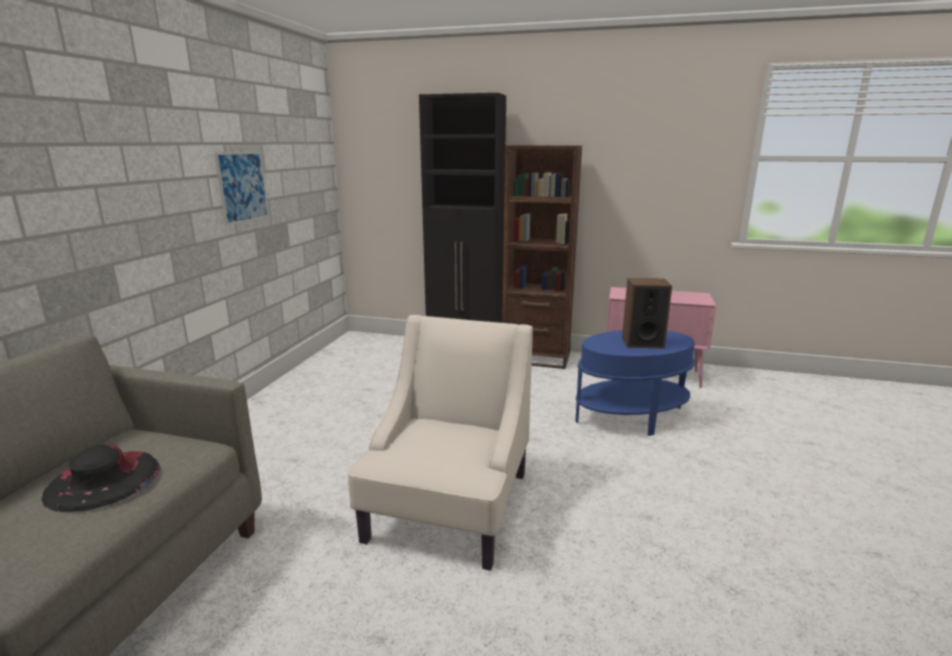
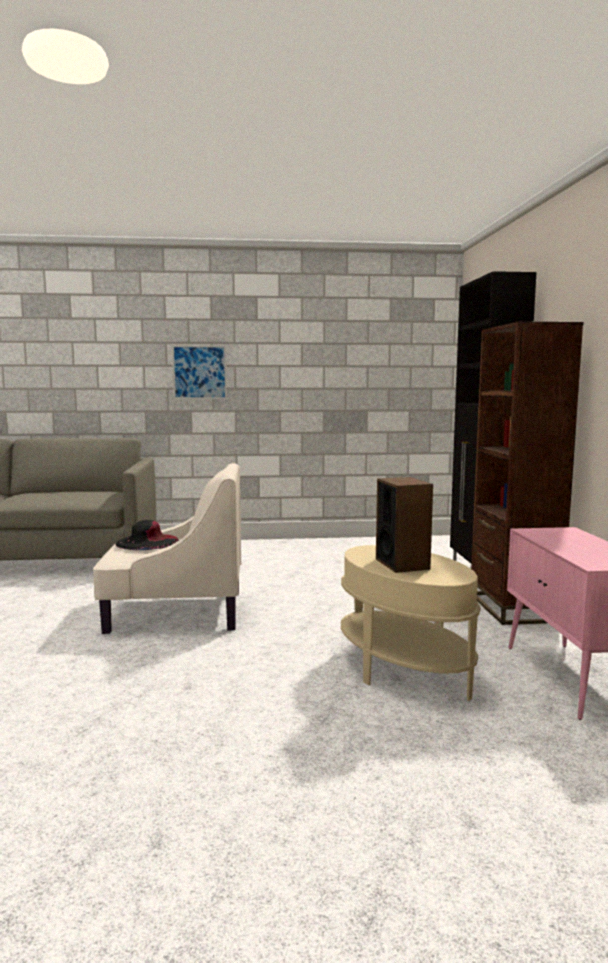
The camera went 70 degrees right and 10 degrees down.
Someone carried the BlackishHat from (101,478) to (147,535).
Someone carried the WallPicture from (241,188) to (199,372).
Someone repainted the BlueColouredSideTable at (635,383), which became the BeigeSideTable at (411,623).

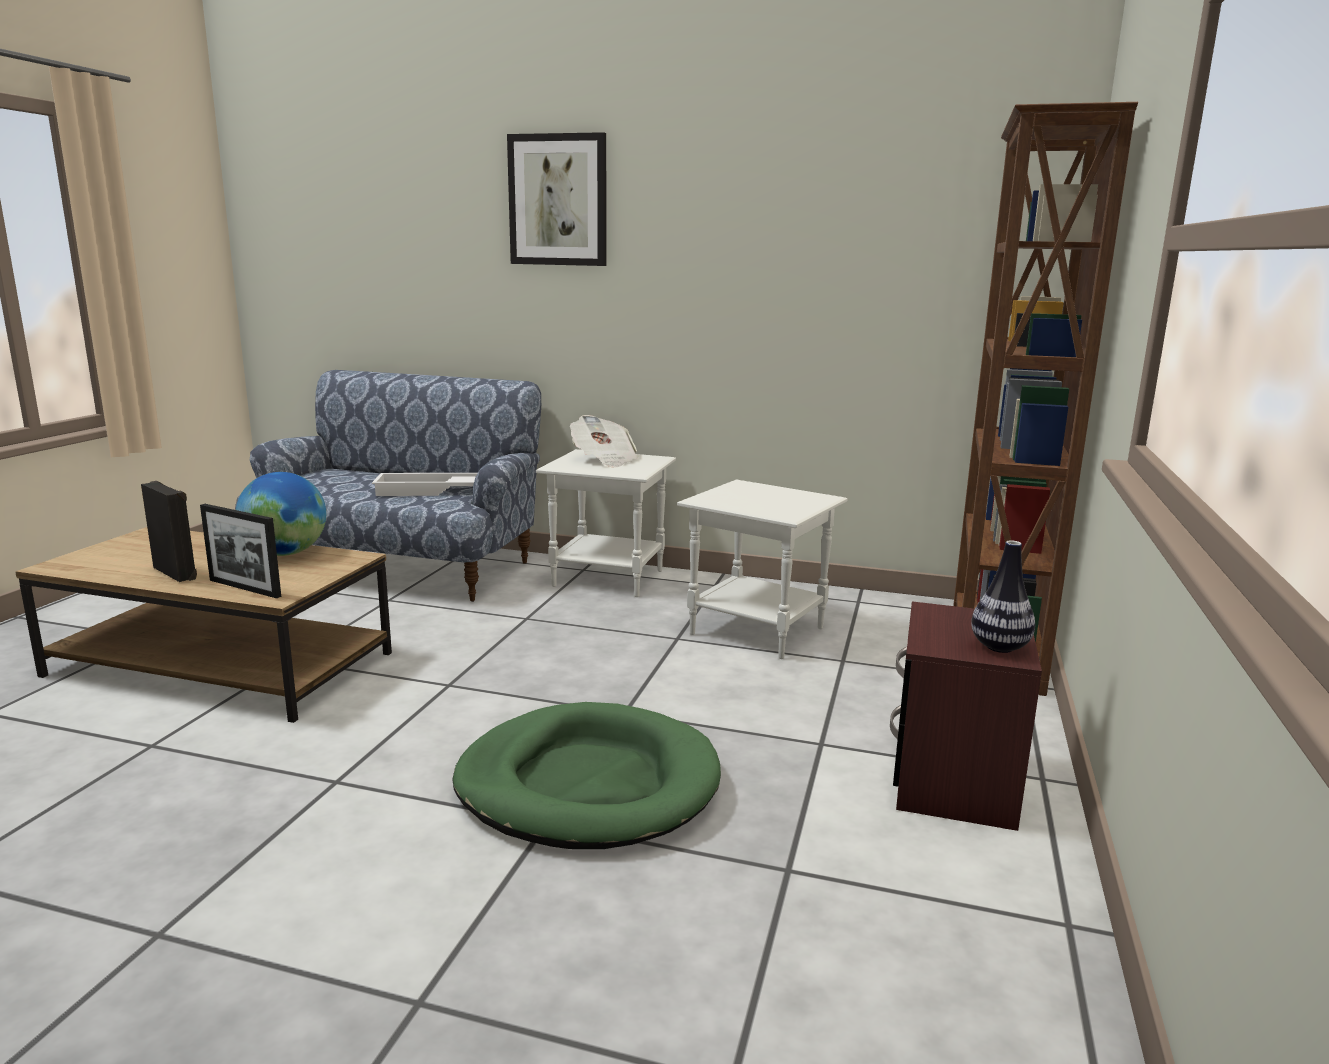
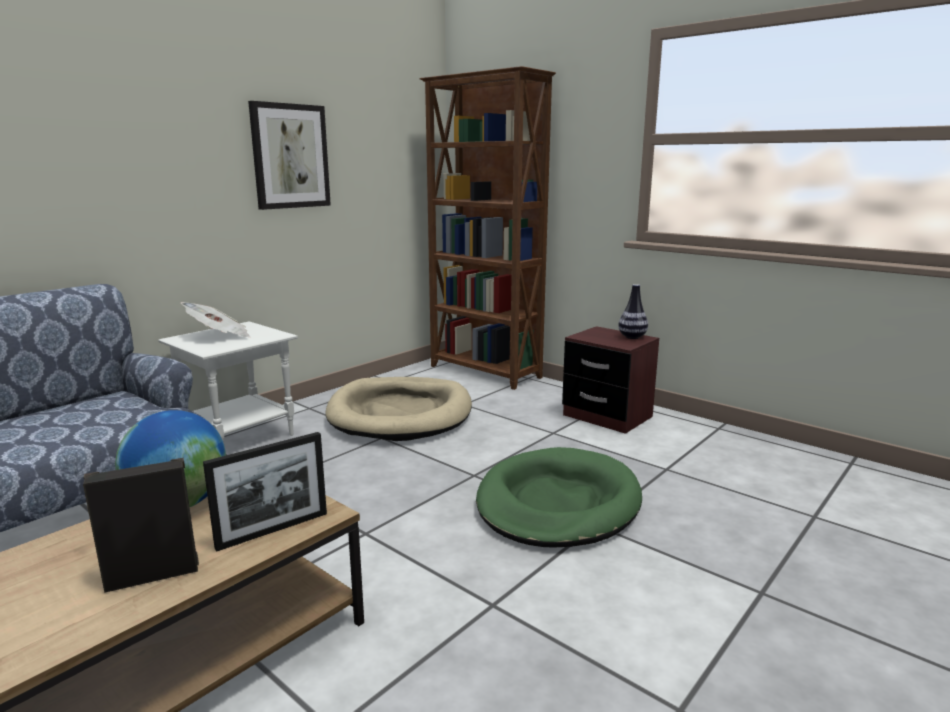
The camera went 65 degrees left and 0 degrees up.
Someone took away the WhiteColouredTray at (424,484).
Someone carried the WallPicture from (556,199) to (289,155).
Someone swapped the WhiteColouredSideTable at (762,569) for the BeigeDogCushion at (398,409).

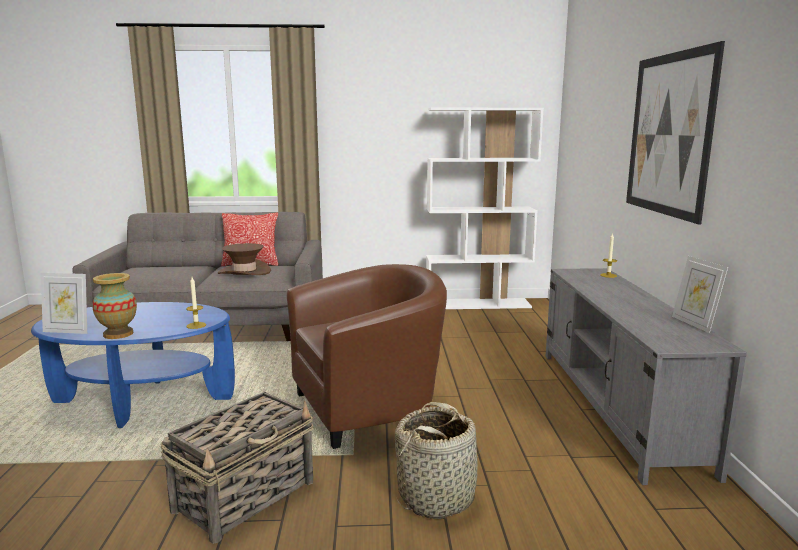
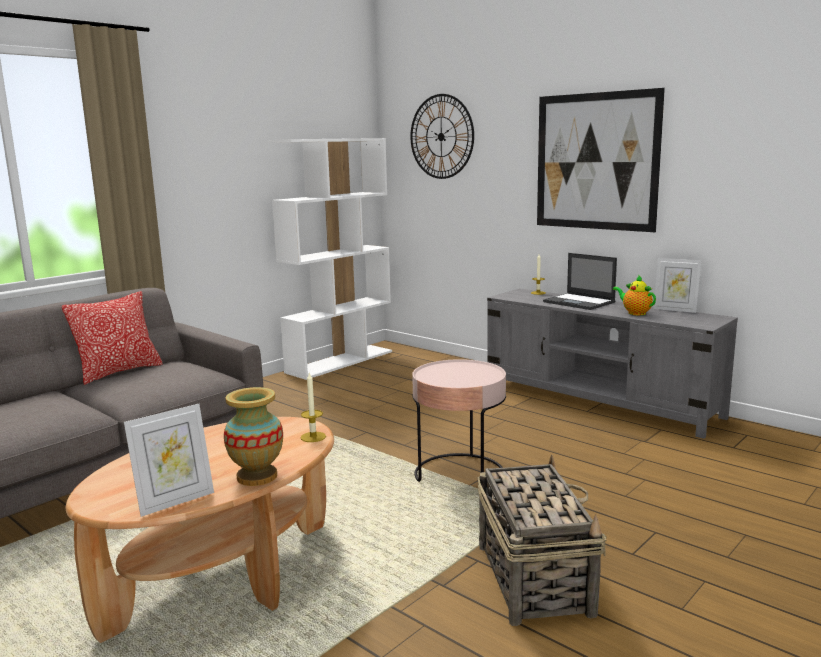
The camera went 45 degrees left and 0 degrees up.
Someone repainted the BlueColouredCoffeeTable at (133,365), which became the BrownCoffeeTable at (200,530).
Someone took away the BrownHat at (244,259).
Someone swapped the BrownLoungeChair at (367,356) for the PinkSideTable at (459,420).
Someone took away the Basket at (438,460).
Someone put up the ClockOnTheWall at (442,136).
Someone put down the PortableComputer at (580,281).
Someone put down the Teapot at (634,295).

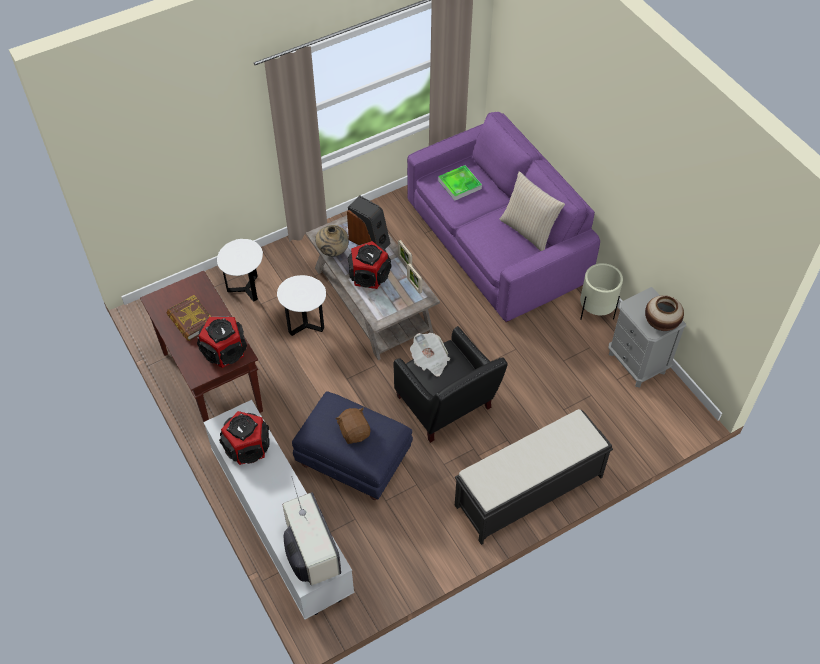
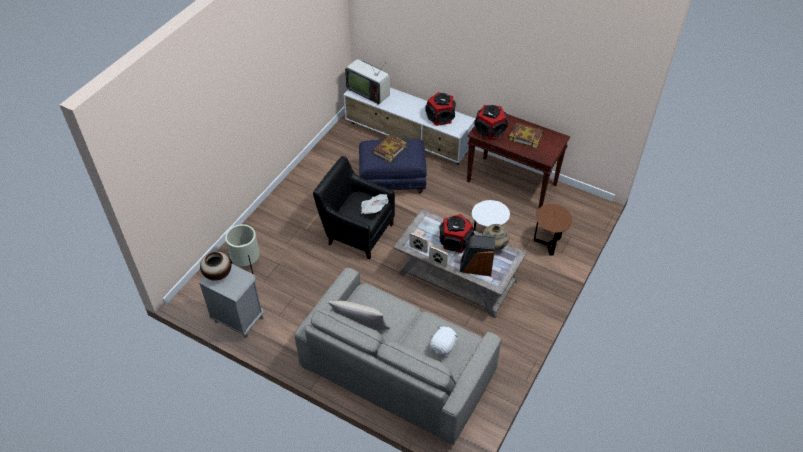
The camera went 150 degrees right and 5 degrees down.
Someone repainted the WhiteColouredSideTable at (240,270), which became the BrownSideTable at (553,230).
Someone swapped the BrownSoftToy at (352,426) for the BoundBook at (389,148).
Someone repainted the PurpleCouch at (503,217), which became the GrayCouch at (398,356).
Someone swapped the Tray at (460,182) for the WhiteColouredSoftToy at (444,340).
Someone took away the BlackishBench at (534,477).
Someone carried the BeigeFlowerPot from (601,291) to (242,249).

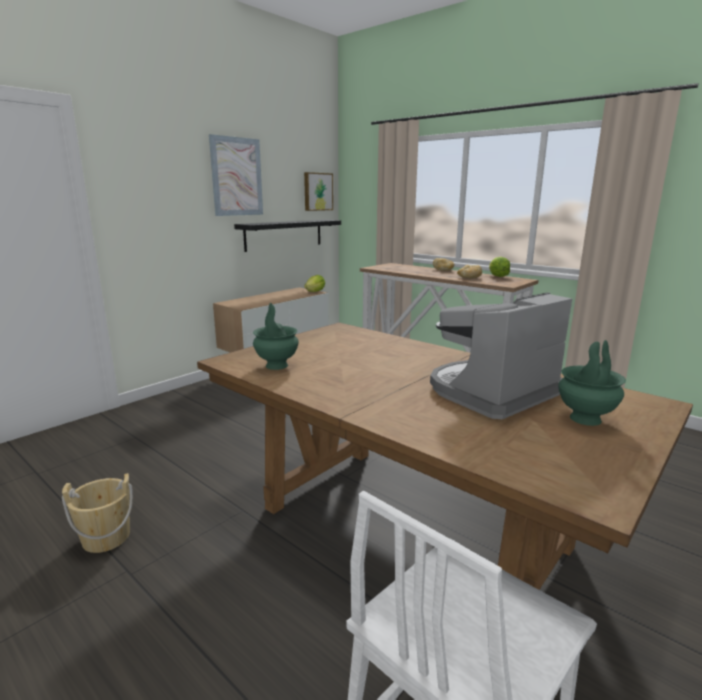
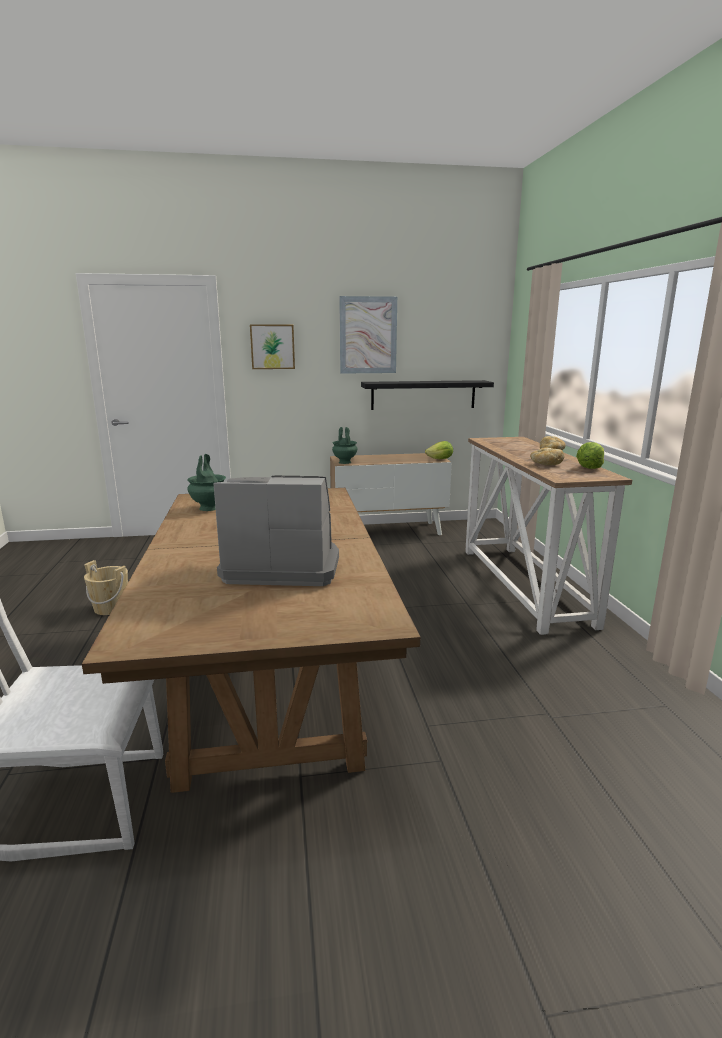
The camera went 40 degrees right and 0 degrees up.
Someone carried the WallPicture from (318,191) to (272,346).
Someone carried the GreenColouredFlowerVase from (592,383) to (344,445).

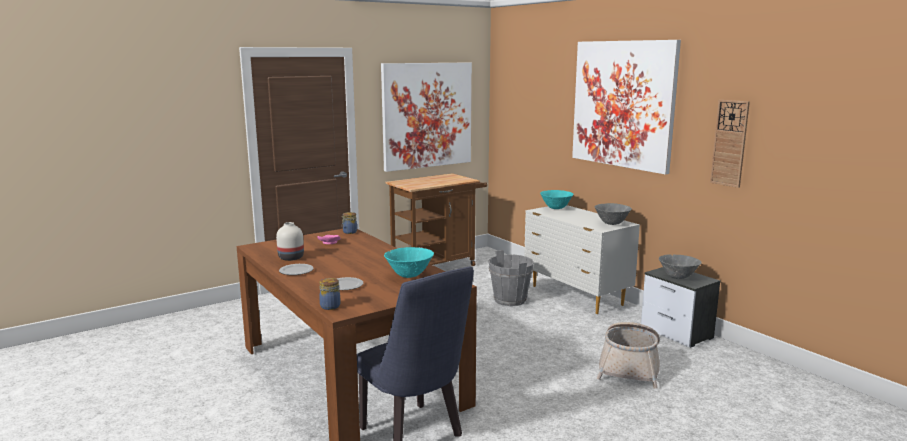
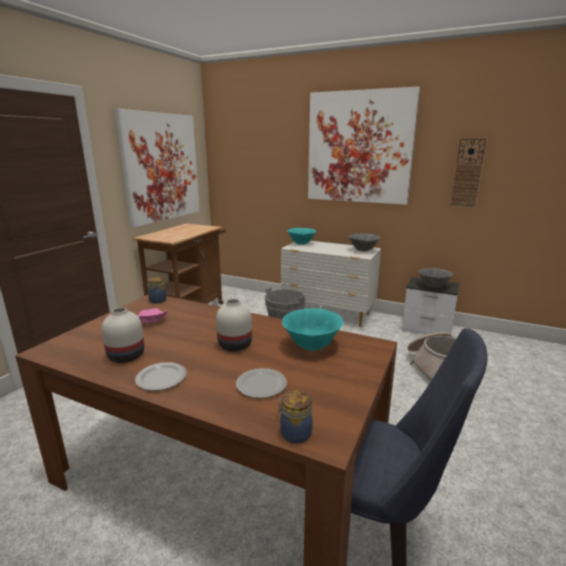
The camera went 30 degrees left and 5 degrees up.
Someone put down the WhiteColouredFlowerVase at (234,325).

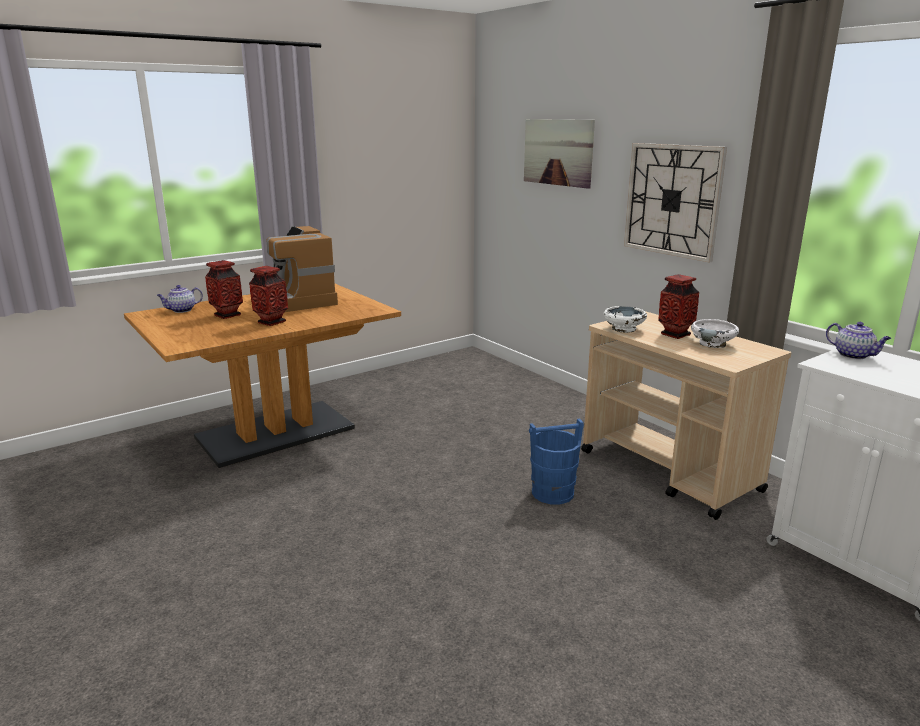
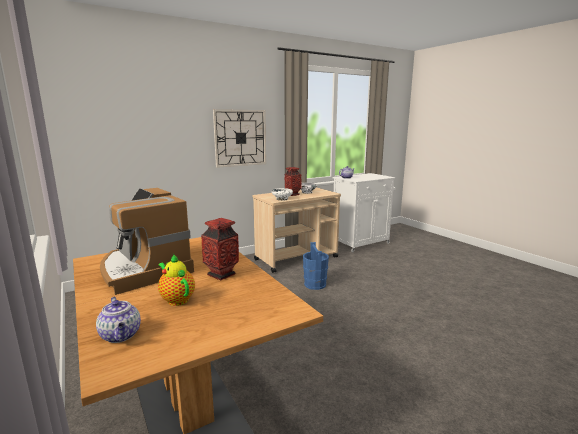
The camera went 85 degrees left and 5 degrees down.
Someone swapped the FlowerVase at (224,289) for the Teapot at (176,280).
Someone rotated the CoffeeBrewer at (302,269) by 75 degrees clockwise.
Someone took away the WallPicture at (559,154).

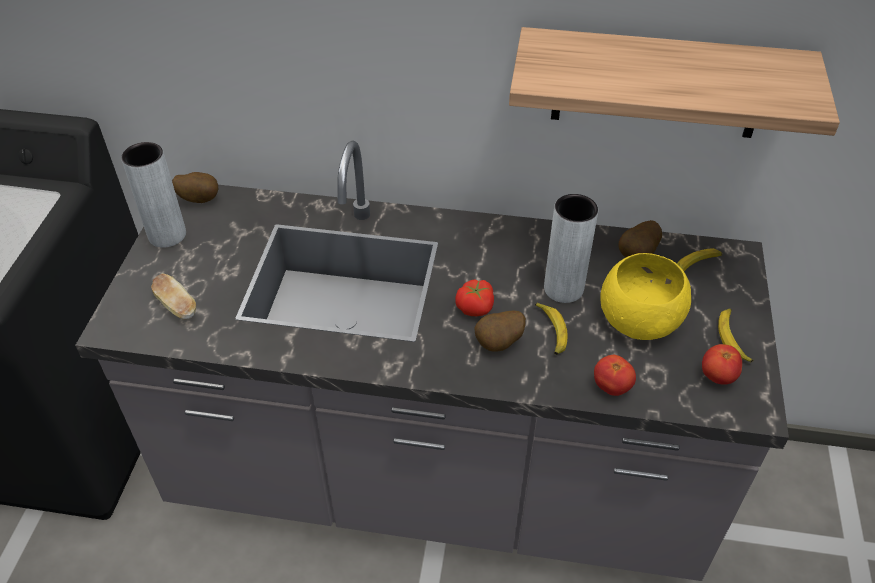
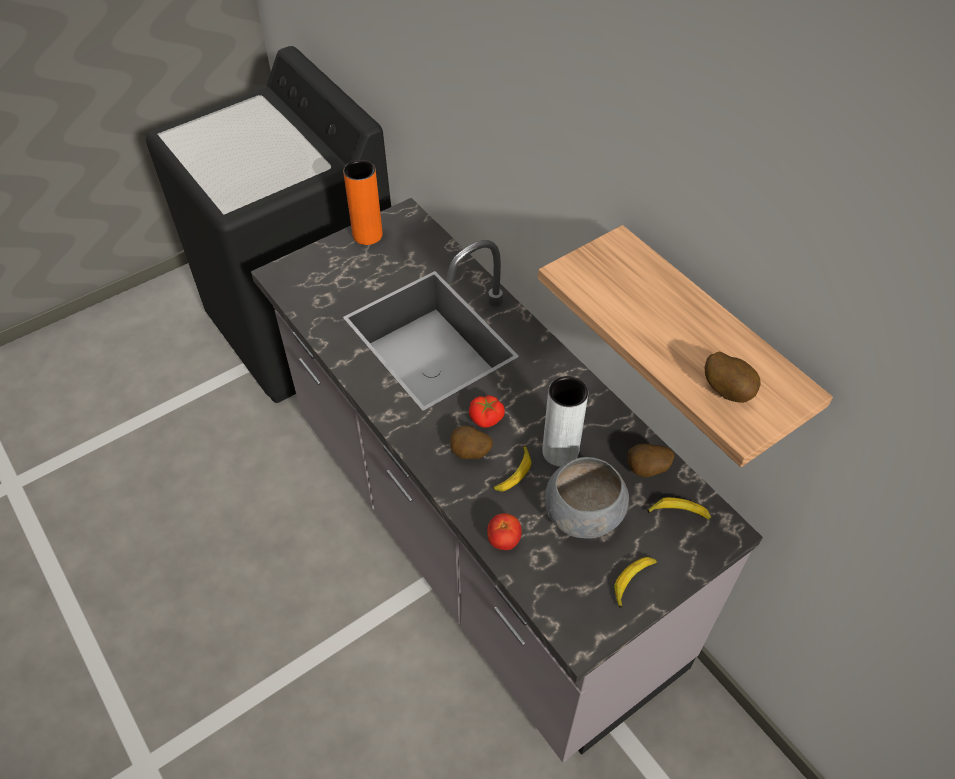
The camera went 45 degrees right and 5 degrees up.
Someone repainted the GrayFlowerVase at (153,195), which became the OrangeyFlowerVase at (363,202).
Someone took away the BakeryBread at (173,296).
Someone carried the Potato from (195,187) to (732,377).
Someone repainted the YellowishBowl at (645,296), which became the GrayBowl at (587,498).
Someone took away the FreshTomato at (722,364).

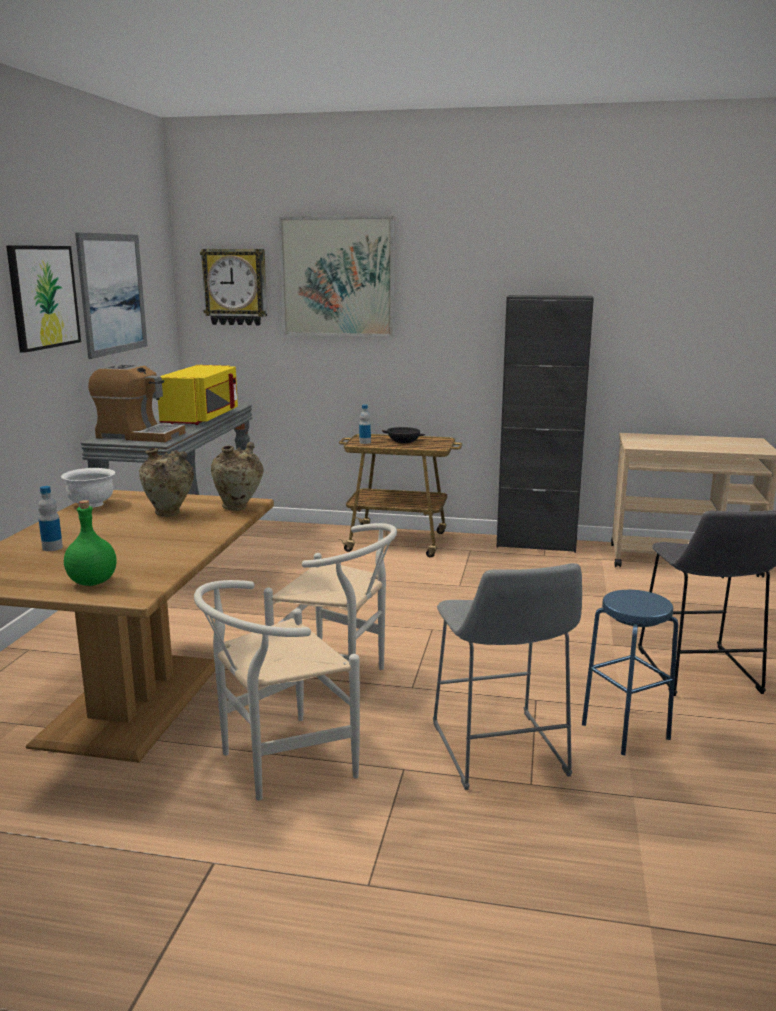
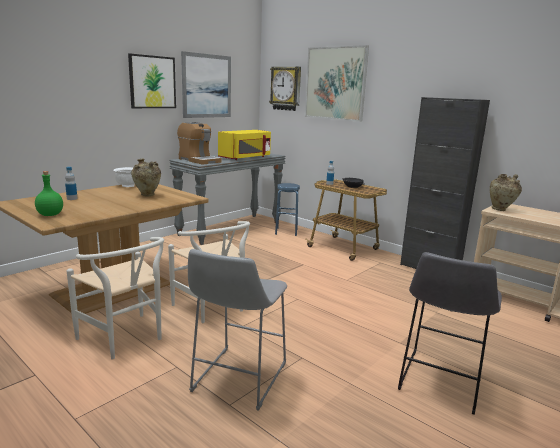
The camera went 30 degrees right and 0 degrees up.
Someone rotated the WhiteColouredChair at (277,690) by 135 degrees counterclockwise.
Someone carried the BeigeFlowerVase from (237,476) to (506,192).
Someone carried the BlueColouredSittingStool from (630,672) to (287,209).

